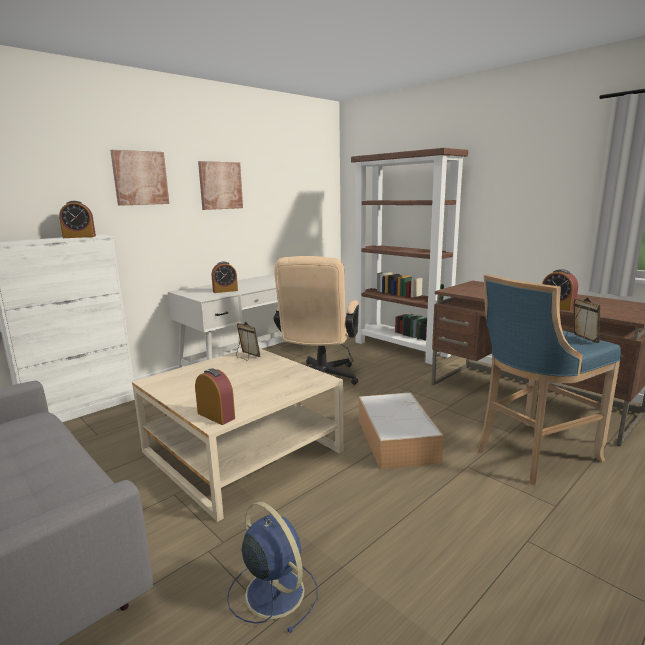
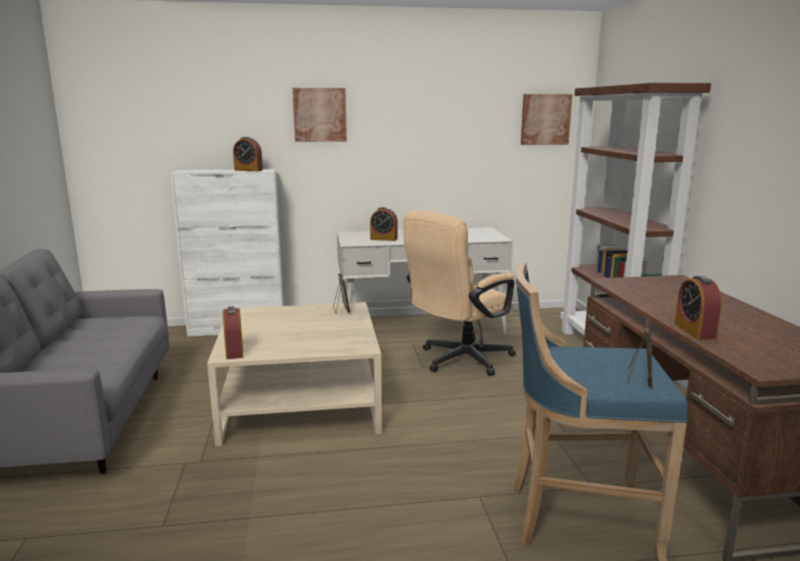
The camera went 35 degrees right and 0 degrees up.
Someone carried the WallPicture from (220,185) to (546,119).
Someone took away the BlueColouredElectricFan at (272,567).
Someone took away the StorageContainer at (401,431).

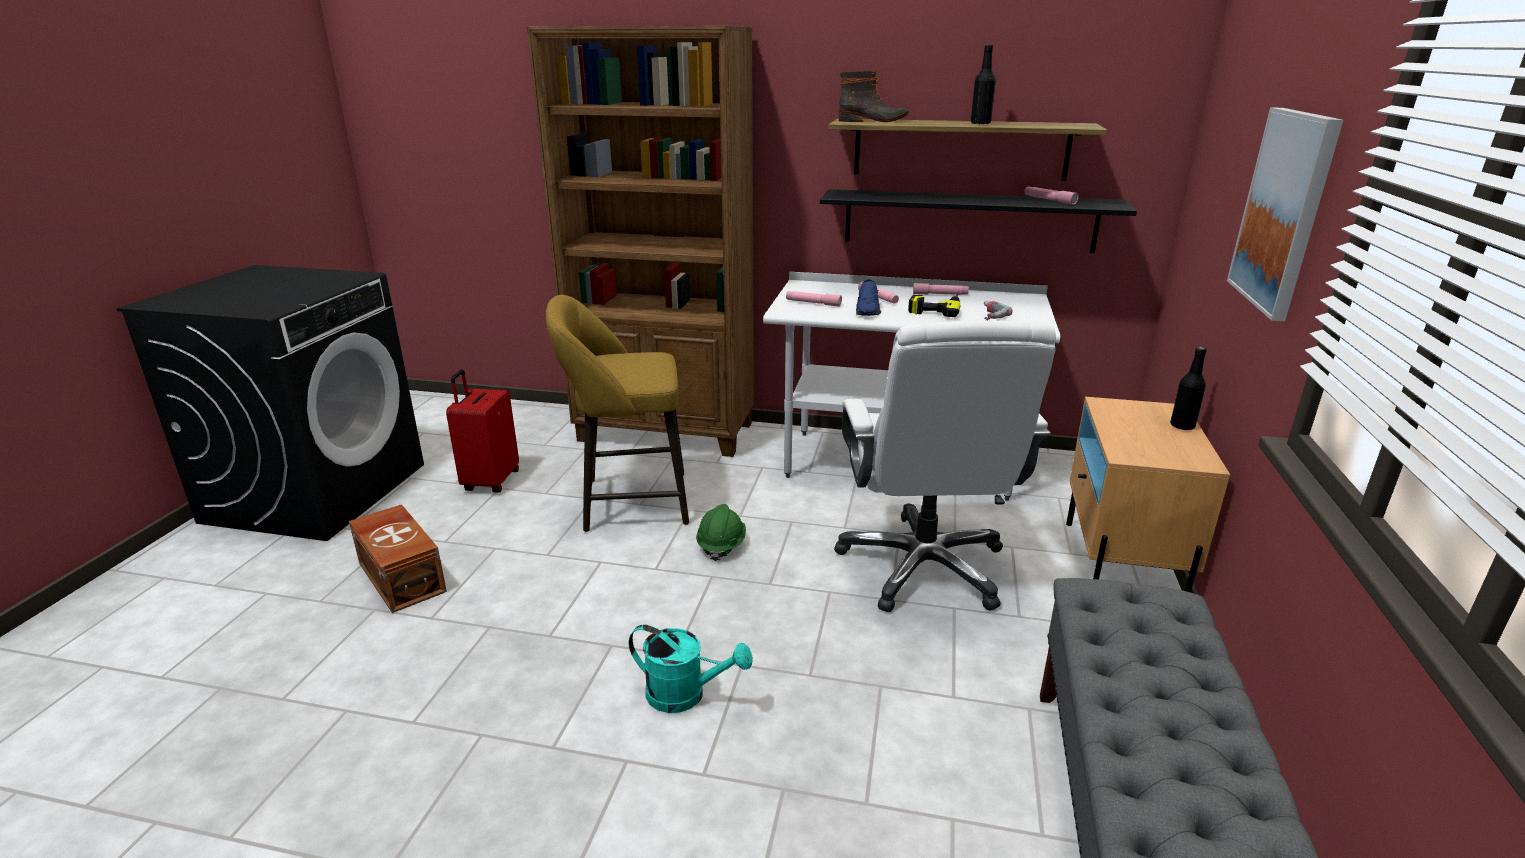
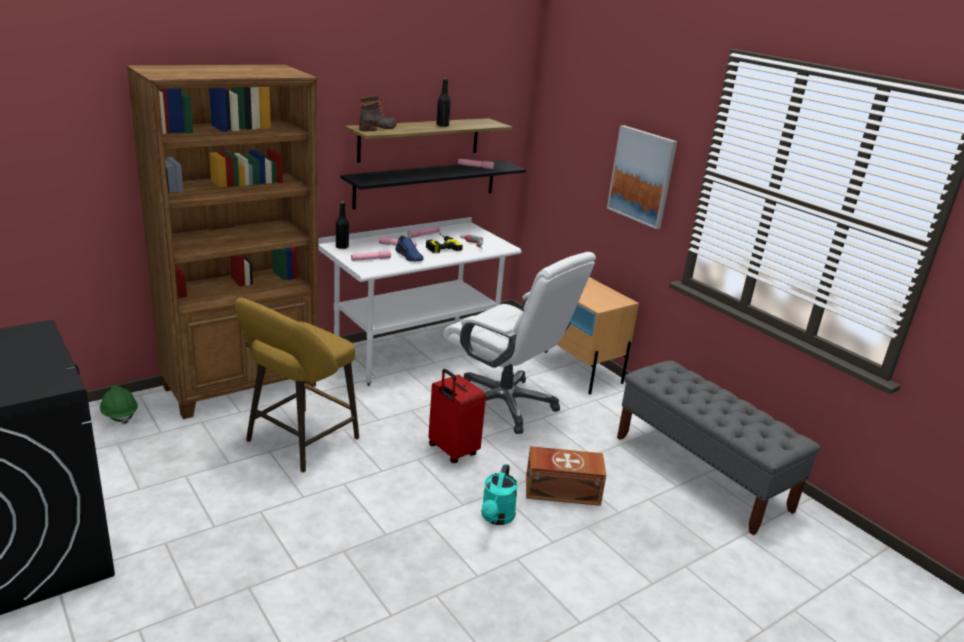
The camera went 50 degrees left and 0 degrees up.
Someone carried the BrownStorageContainer from (398,558) to (566,476).
Someone carried the RedColouredPieceOfLuggage from (482,431) to (457,416).
Someone rotated the TurquoiseWateringPot at (691,669) by 135 degrees clockwise.
Someone carried the GreenColouredSafetyHelmet from (721,533) to (119,405).
Someone carried the BlackishBottle from (1188,389) to (342,225).

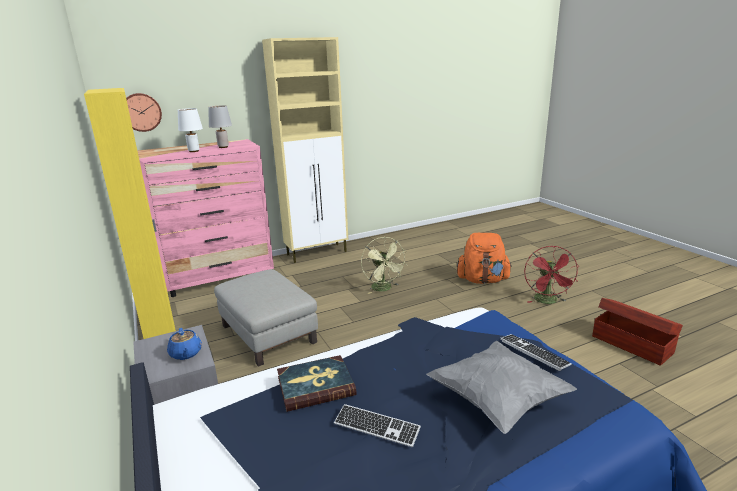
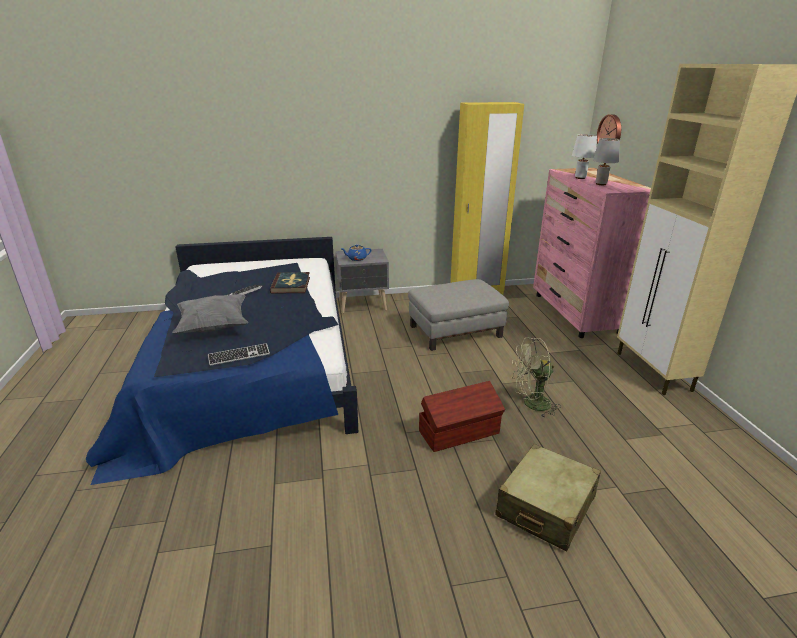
The camera went 105 degrees right and 5 degrees up.
Someone swapped the OrangeyKnapsack at (484,258) for the BeigePieceOfLuggage at (548,497).
Someone took away the RedColouredElectricFan at (551,275).
Someone carried the BrownStorageContainer from (637,332) to (462,416).

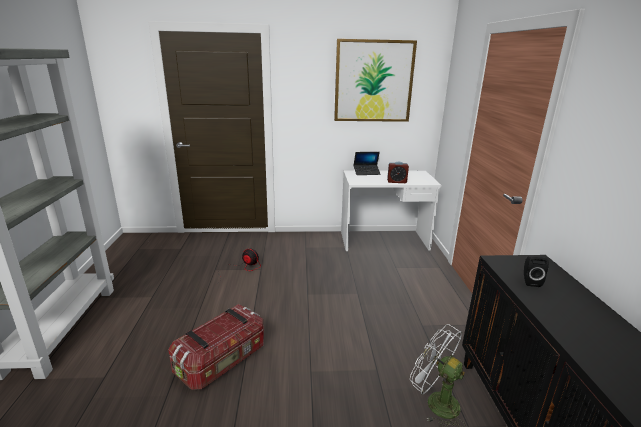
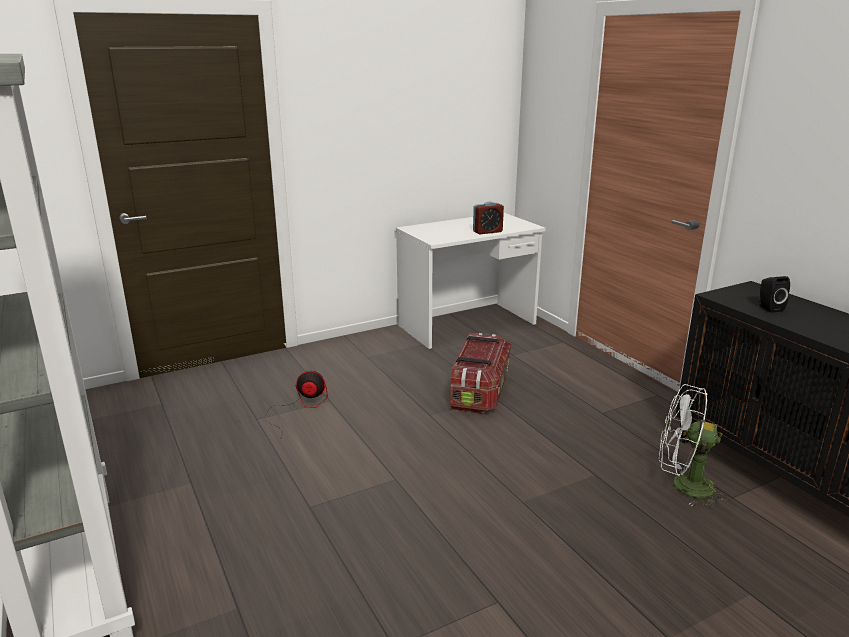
The camera went 25 degrees left and 0 degrees up.
Someone carried the StorageContainer from (216,347) to (480,373).
Someone took away the WallPicture at (375,80).
Someone took away the PortableComputer at (367,163).

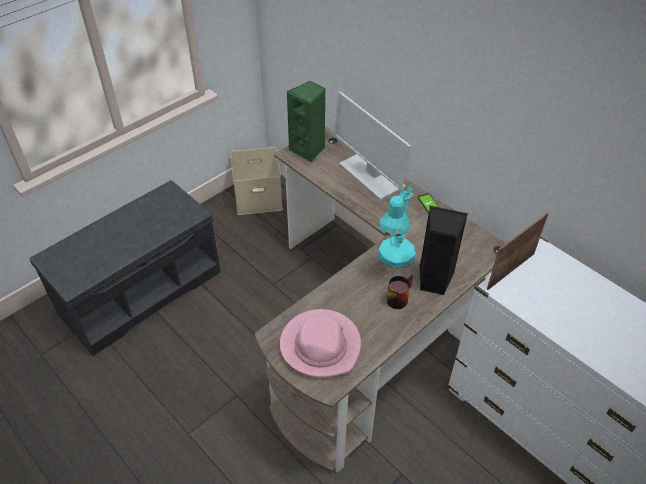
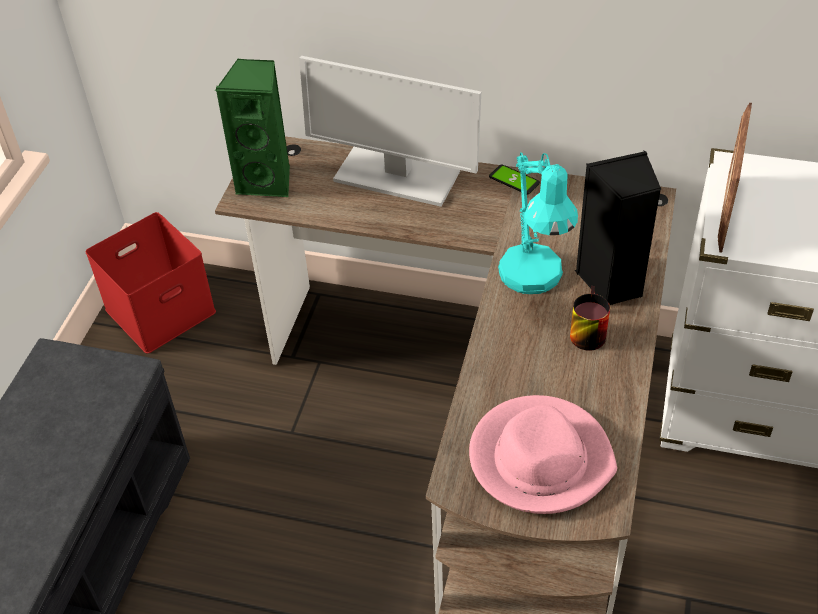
The camera went 30 degrees left and 0 degrees up.
Someone repainted the BeigeStorageContainer at (257,181), which became the RedColouredStorageContainer at (151,283).

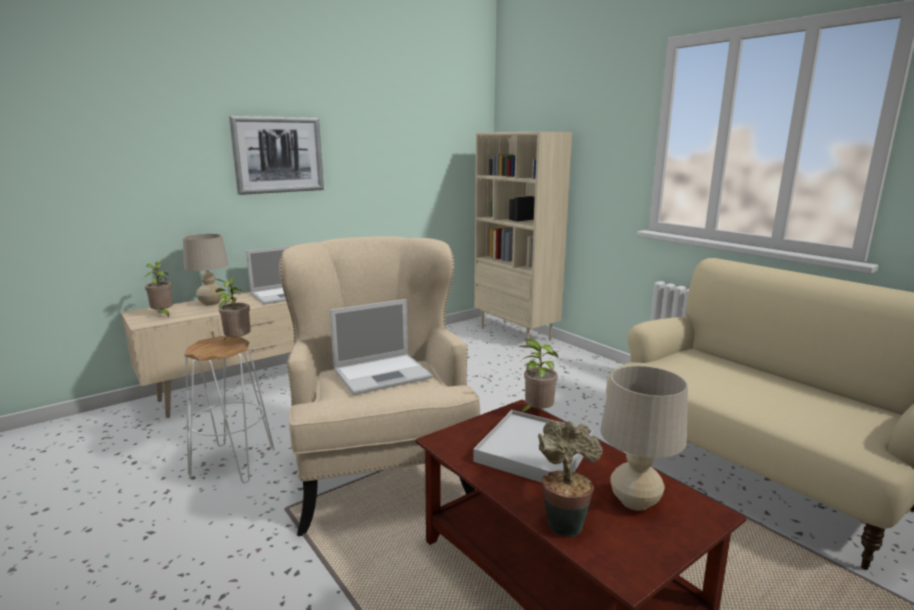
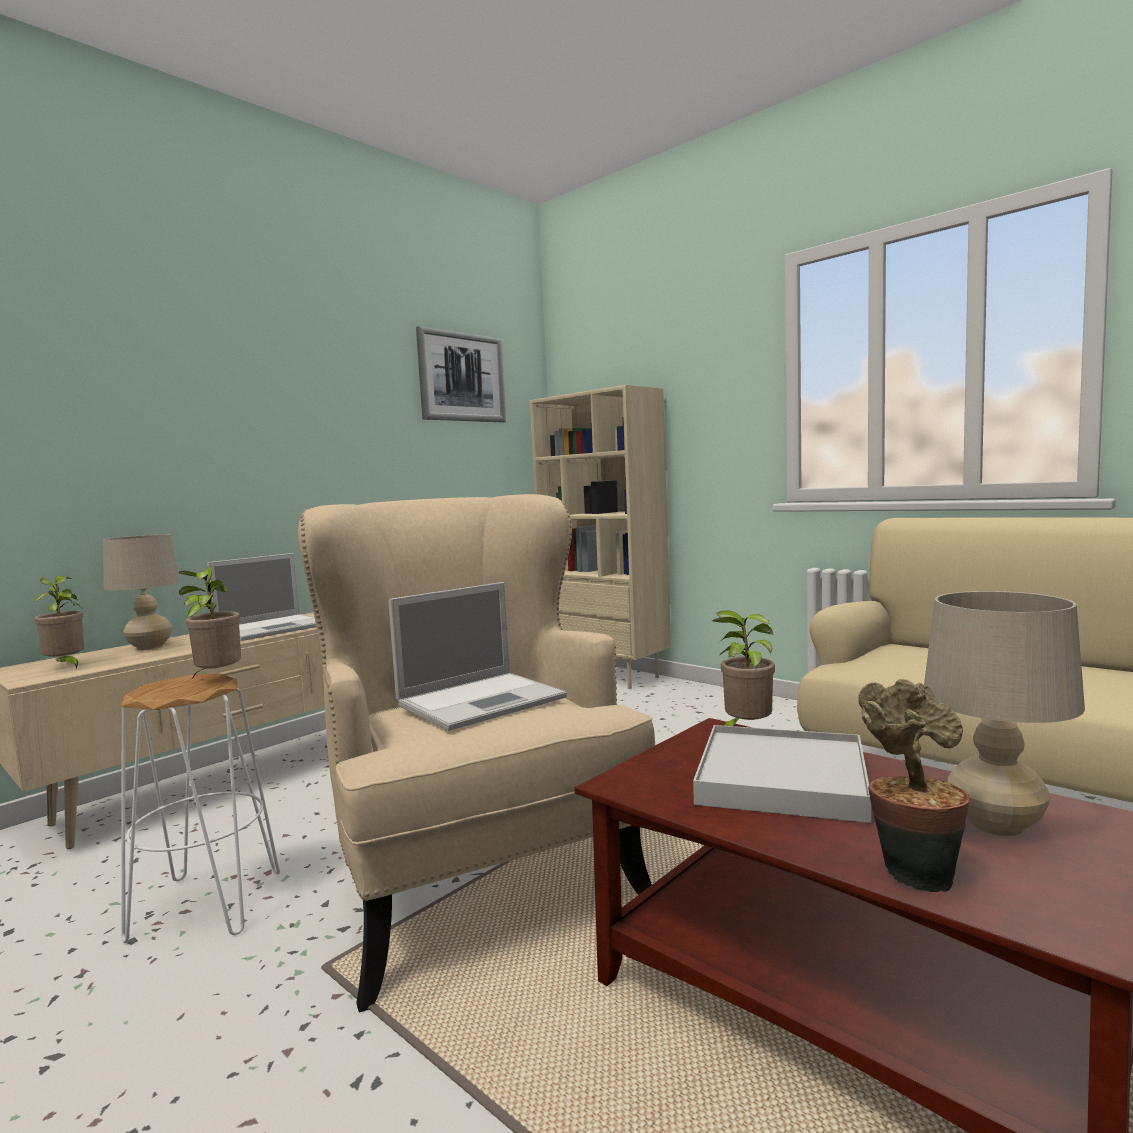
The camera went 10 degrees left and 10 degrees down.
Someone carried the WallPicture from (276,155) to (461,374).

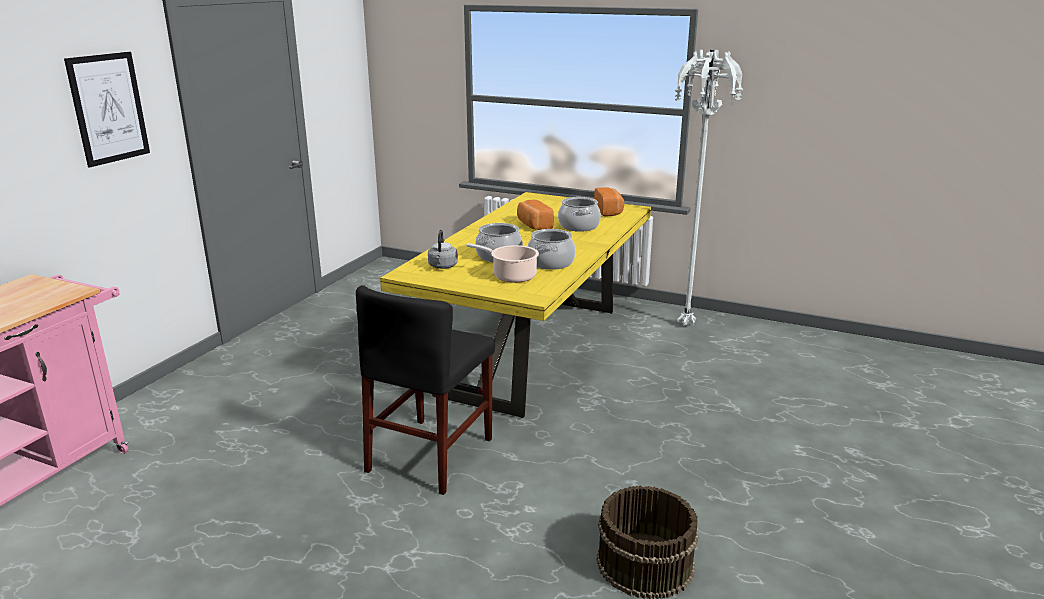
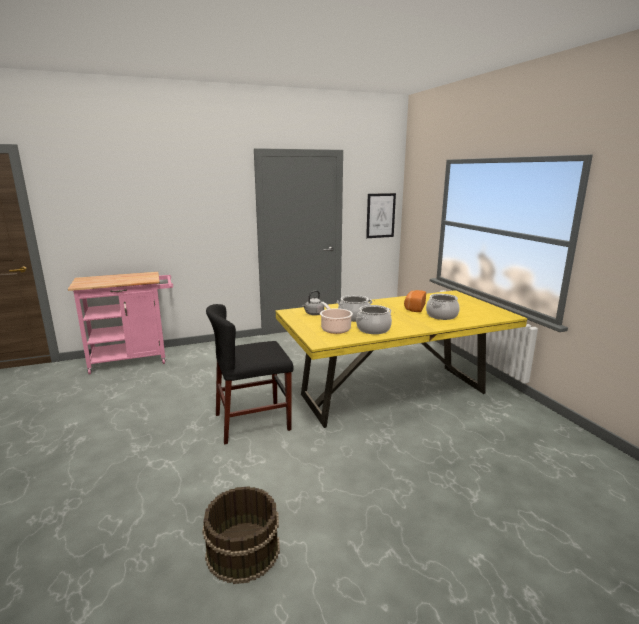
The camera went 45 degrees right and 5 degrees down.
Someone carried the WallPicture from (107,110) to (381,215).
Someone took away the BakeryBread at (609,201).
Someone took away the WhiteColouredStandingLamp at (709,188).

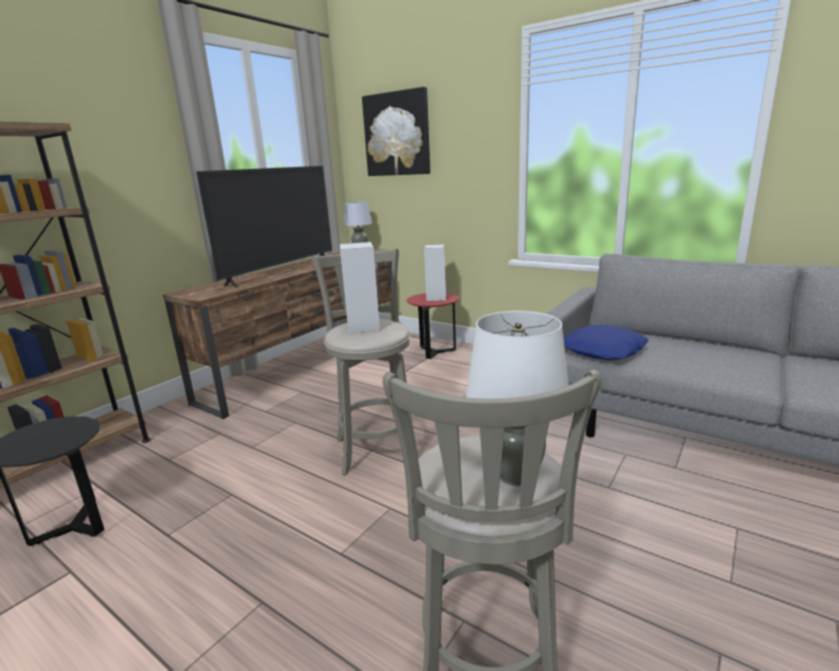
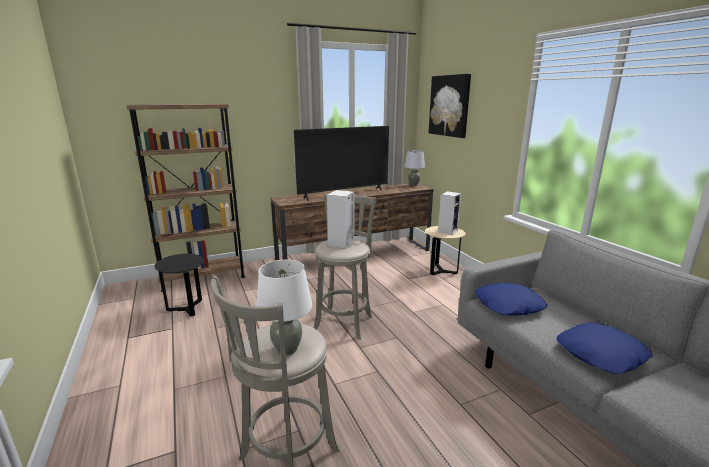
The camera went 30 degrees right and 0 degrees up.
Someone repainted the RedColouredSideTable at (433,326), which became the BeigeSideTable at (445,250).
Someone put down the BlueColouredThrowPillow at (605,348).

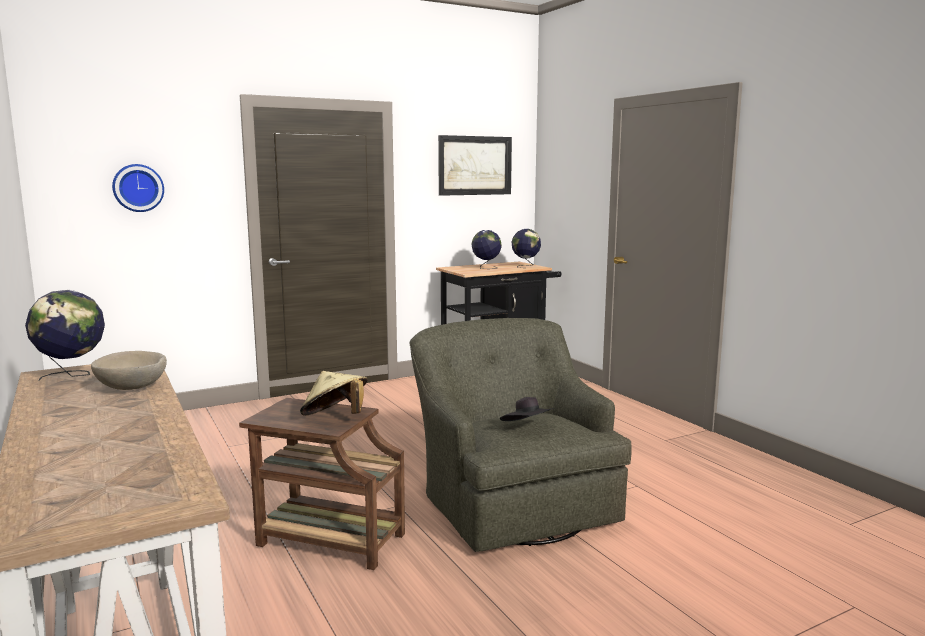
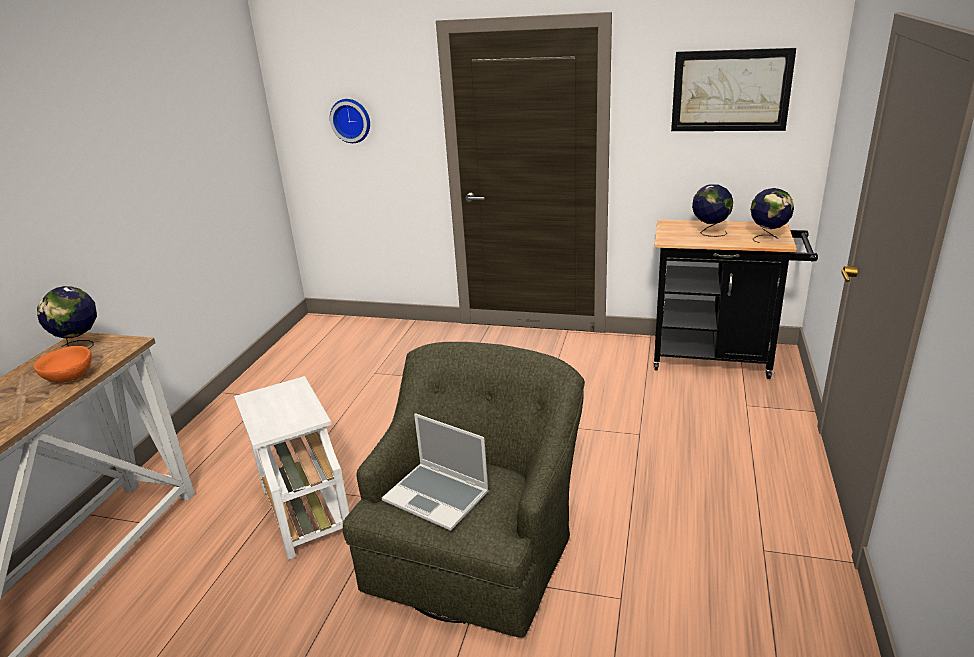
The camera went 45 degrees right and 15 degrees up.
Someone repainted the BeigeBowl at (129,370), which became the OrangeyBowl at (63,364).
Someone repainted the BrownSideTable at (322,484), which became the WhiteColouredSideTable at (291,468).
Someone took away the BeigeHat at (334,393).
Someone swapped the BlackishHat at (527,409) for the PortableComputer at (435,472).

